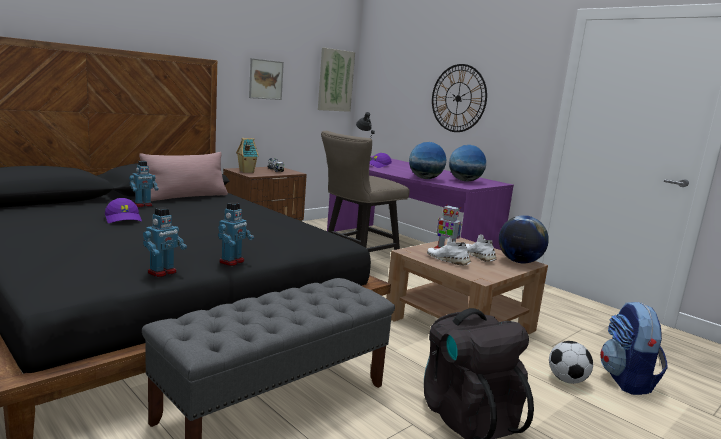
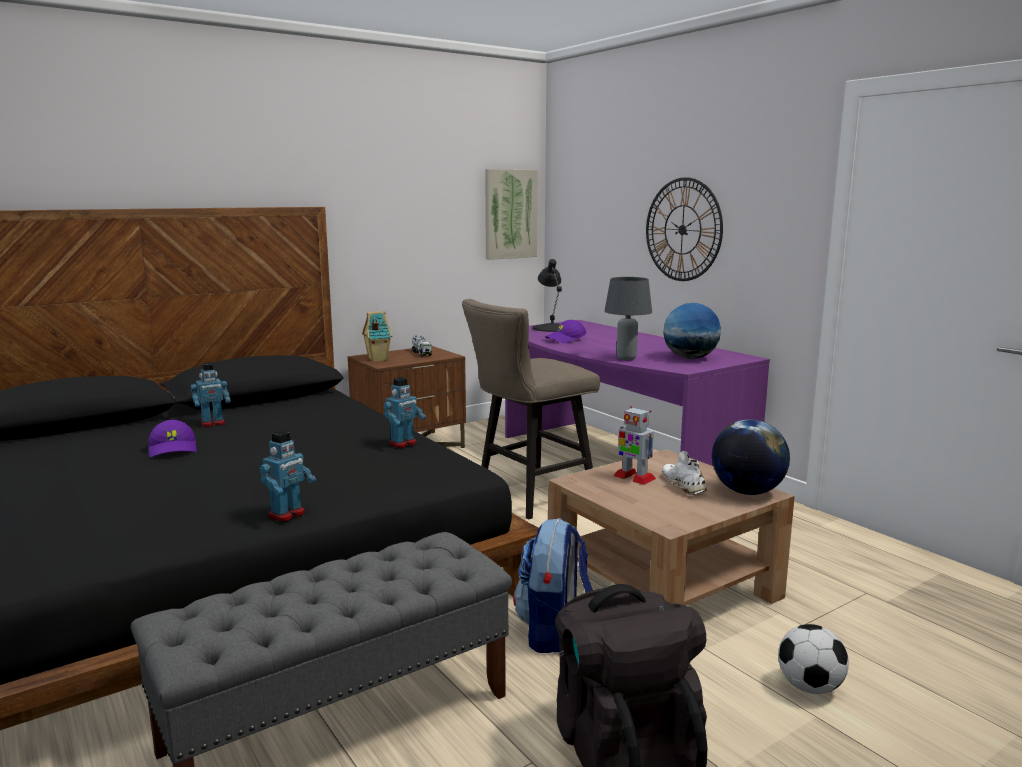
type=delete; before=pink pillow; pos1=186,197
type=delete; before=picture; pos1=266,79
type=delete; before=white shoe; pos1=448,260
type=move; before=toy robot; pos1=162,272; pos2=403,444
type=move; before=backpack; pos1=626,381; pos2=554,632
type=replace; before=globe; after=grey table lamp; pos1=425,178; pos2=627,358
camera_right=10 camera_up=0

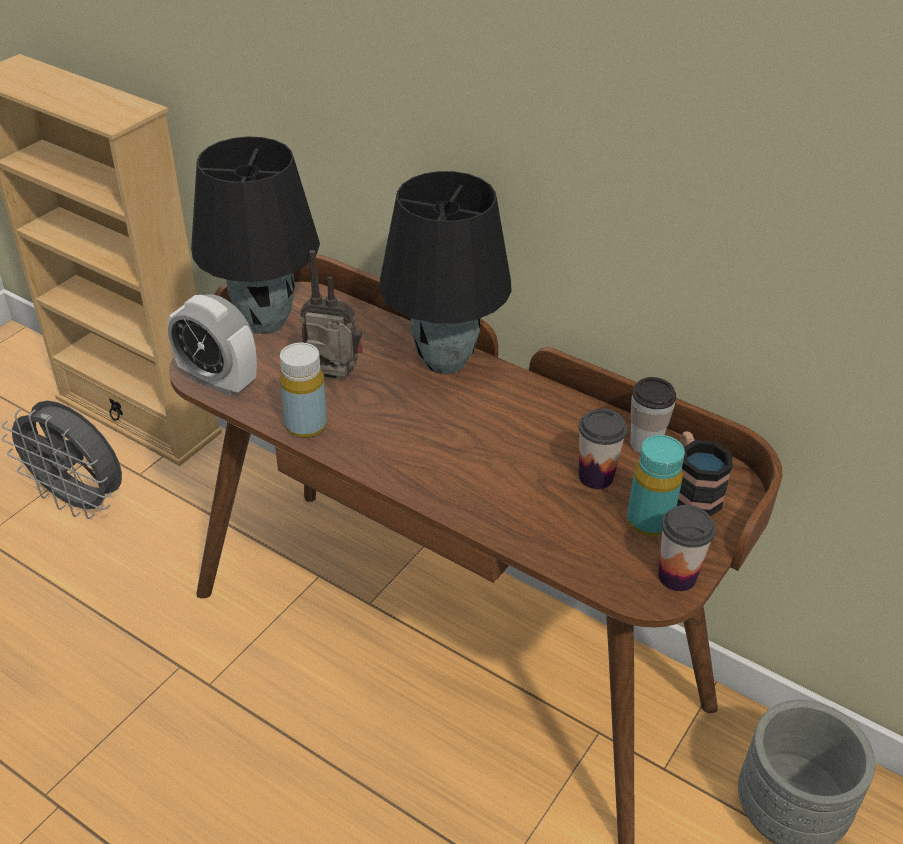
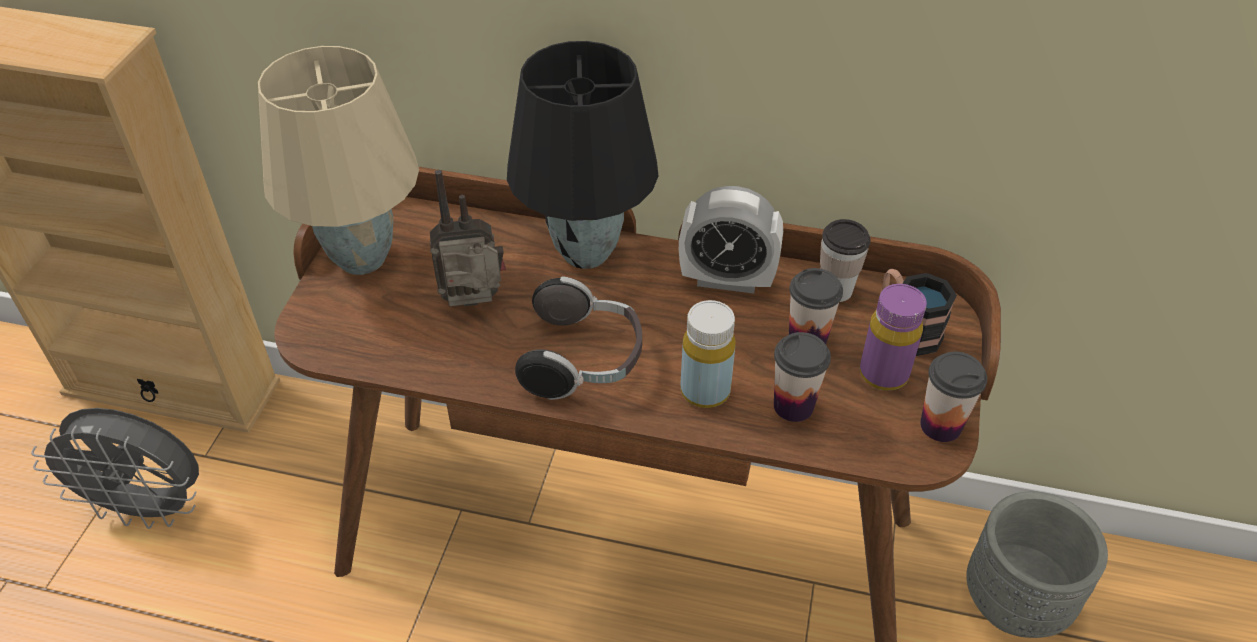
type=insert; after=headphones; pos2=583,360
type=insert; after=cup; pos2=793,406
type=move; before=alarm clock; pos1=218,380; pos2=727,279
type=move; before=yellow bottle; pos1=306,425; pos2=705,391
type=recolor; before=black table lamp; after=beige table lamp; pos1=265,321; pos2=362,258
type=recolor; before=turquoise bottle; after=purple bottle; pos1=649,521; pos2=883,374
camera_right=-20 camera_up=5

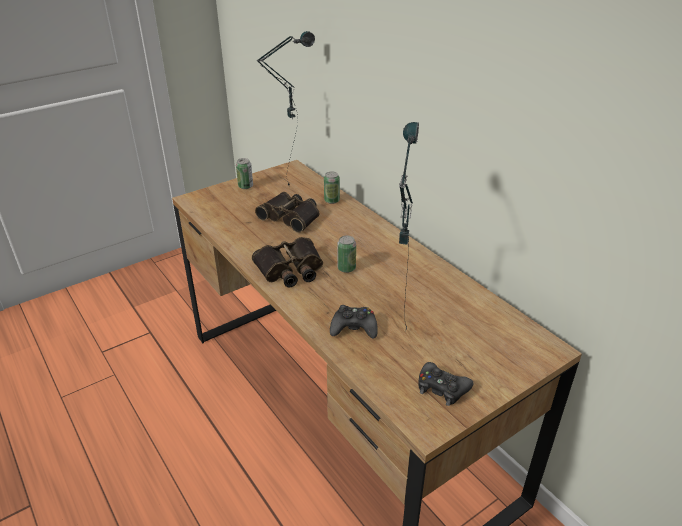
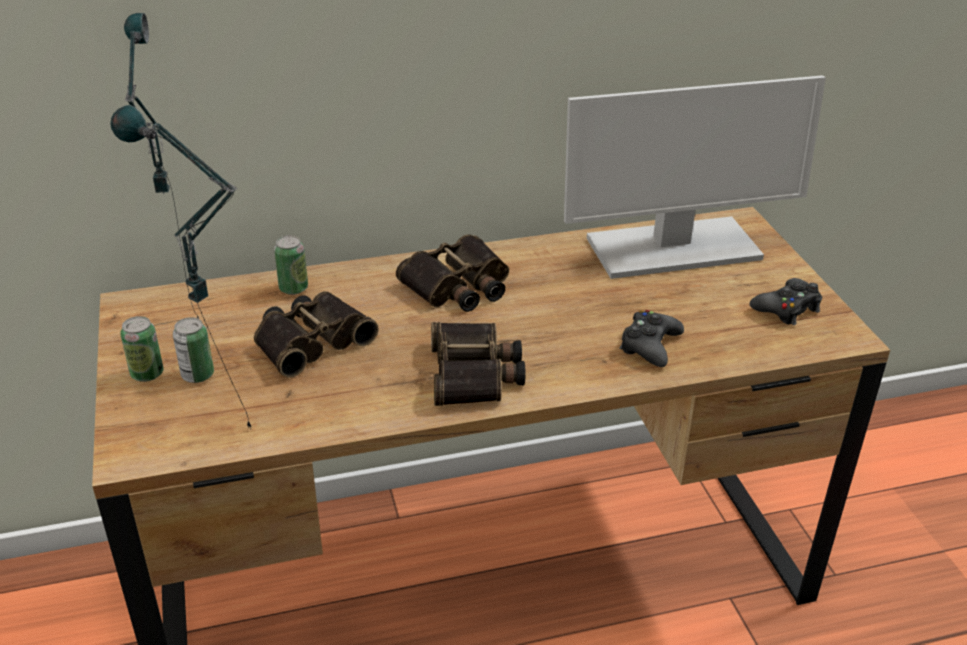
type=insert; after=binoculars; pos2=459,286
type=insert; after=monitor; pos2=672,250
type=move; before=can; pos1=346,268; pos2=197,375
type=move; before=table lamp; pos1=397,322; pos2=225,431
camera_right=-70 camera_up=0

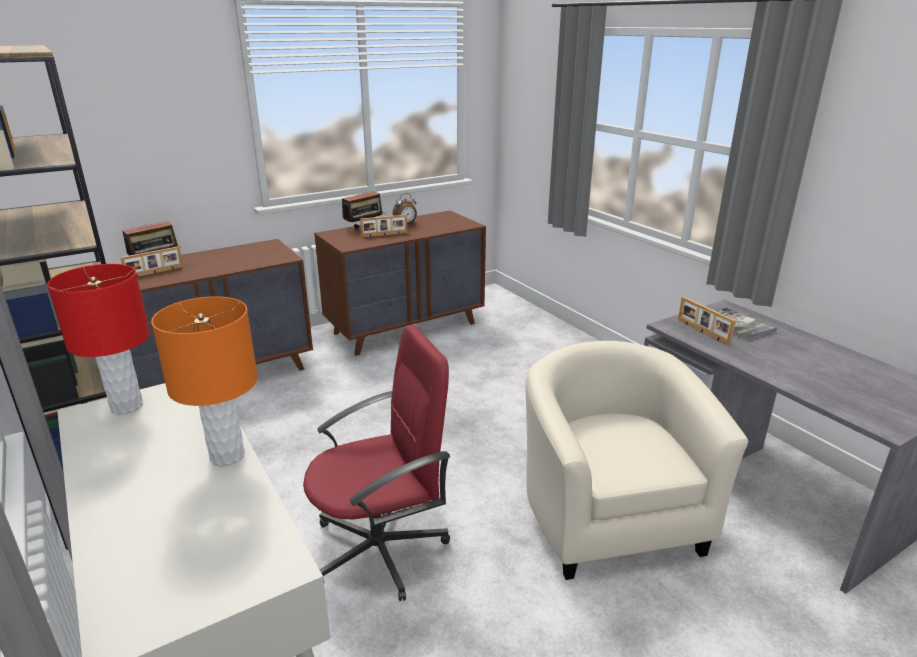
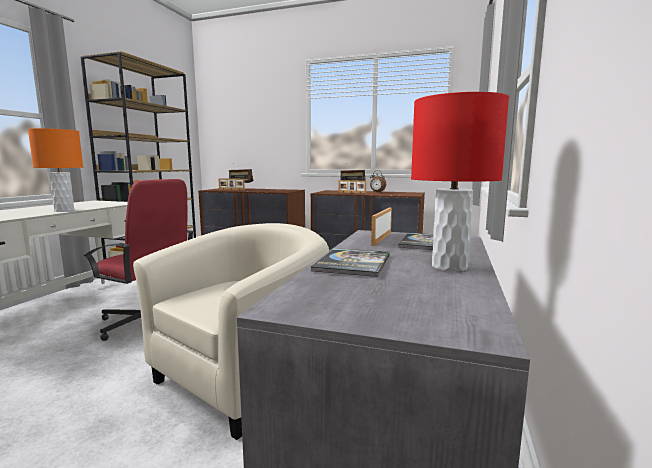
type=insert; after=book; pos2=353,263
type=move; before=red table lamp; pos1=127,406; pos2=450,267
camera_right=50 camera_up=-15

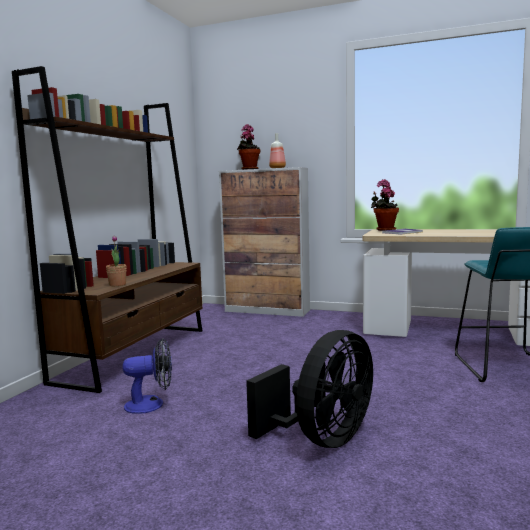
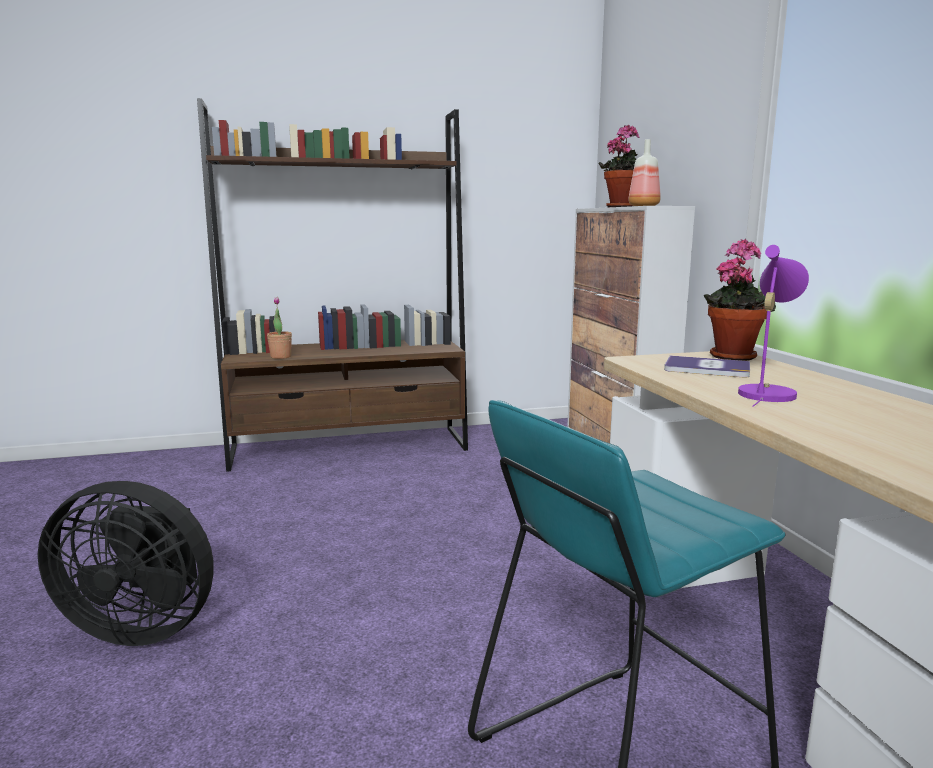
type=delete; before=fan; pos1=151,404
type=insert; after=purple table lamp; pos2=766,393
camera_right=55 camera_up=5

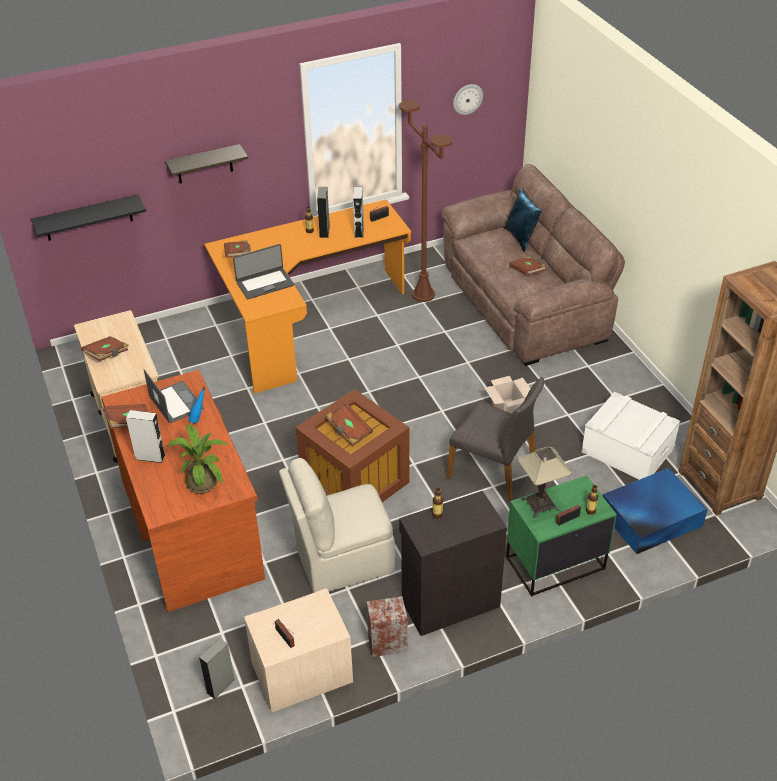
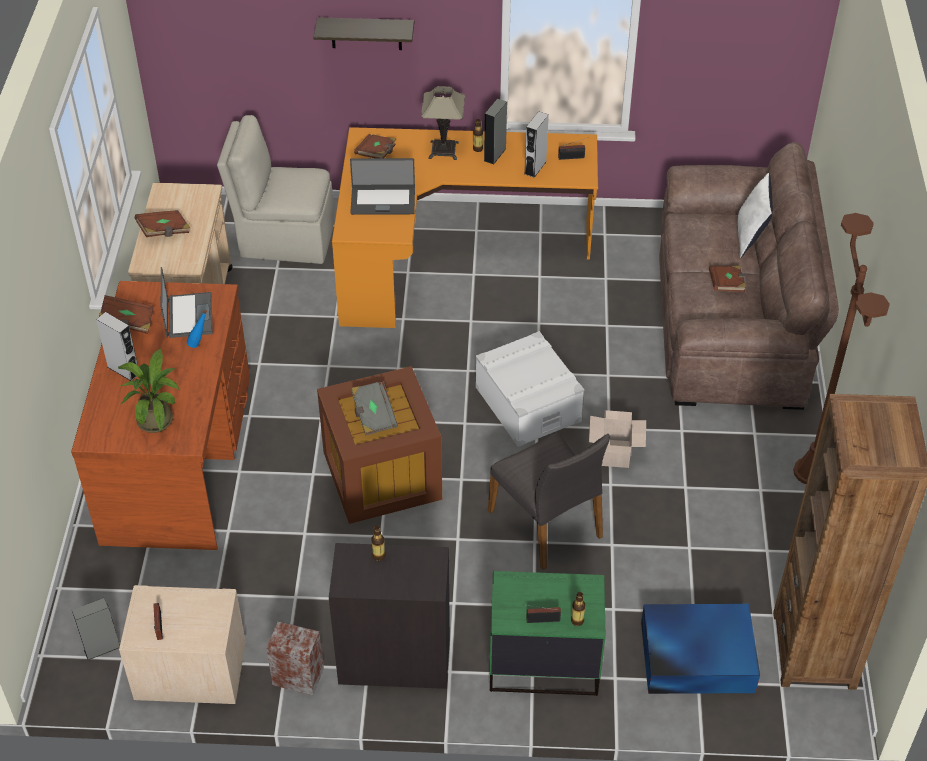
type=delete; before=black shelf; pos1=88,218
type=delete; before=wall clock; pos1=467,99
type=move; before=beige chair; pos1=342,560; pos2=284,239
type=move; before=brown floor lamp; pos1=423,294; pos2=810,472
type=move; before=table lamp; pos1=539,504; pos2=443,150
type=move; before=white storage box; pos1=627,450; pos2=527,404
type=recolor; before=brown book; after=grey book; pos1=349,431; pos2=373,415
type=recolor; before=blue pillow; after=white pillow; pos1=521,238; pos2=750,237
camera_right=25 camera_up=5

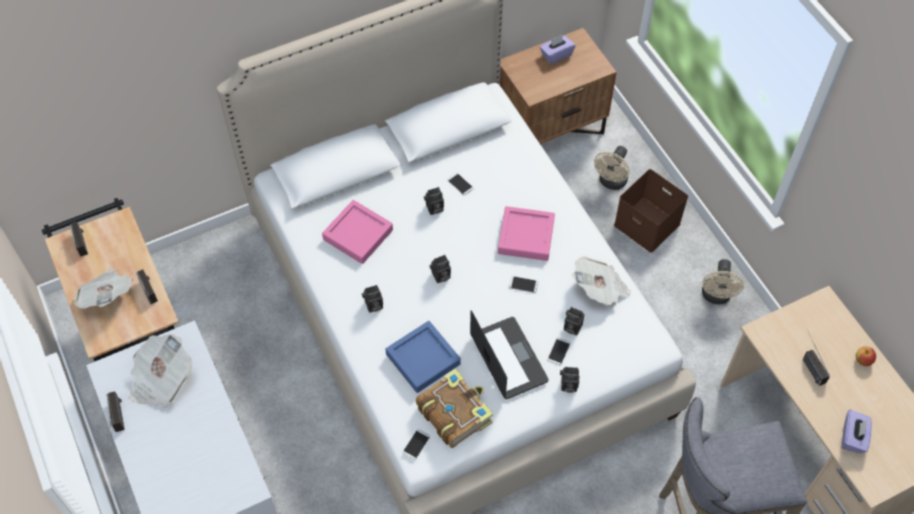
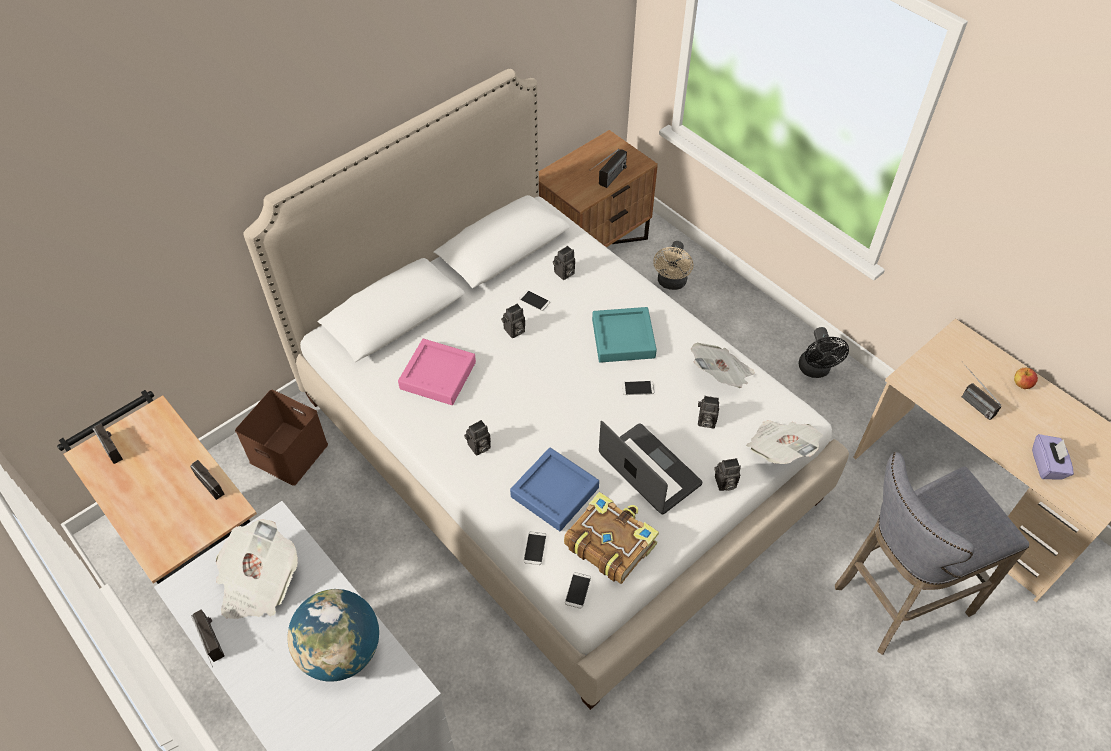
type=delete; before=purple tissue box; pos1=556,55
type=insert; after=globe; pos2=341,651
type=insert; after=radio; pos2=608,182
type=move; before=newspaper; pos1=107,296; pos2=780,450
type=move; before=photo camera; pos1=440,276; pos2=564,274
type=move; before=phone; pos1=558,351; pos2=535,548
type=move; before=brown storage box; pos1=648,224; pos2=291,452
type=recolor; before=pink tray; after=turquoise tray; pos1=526,236; pos2=623,338
type=recolor; before=beige fan; after=black fan; pos1=716,296; pos2=815,370
camera_right=-15 camera_up=-5

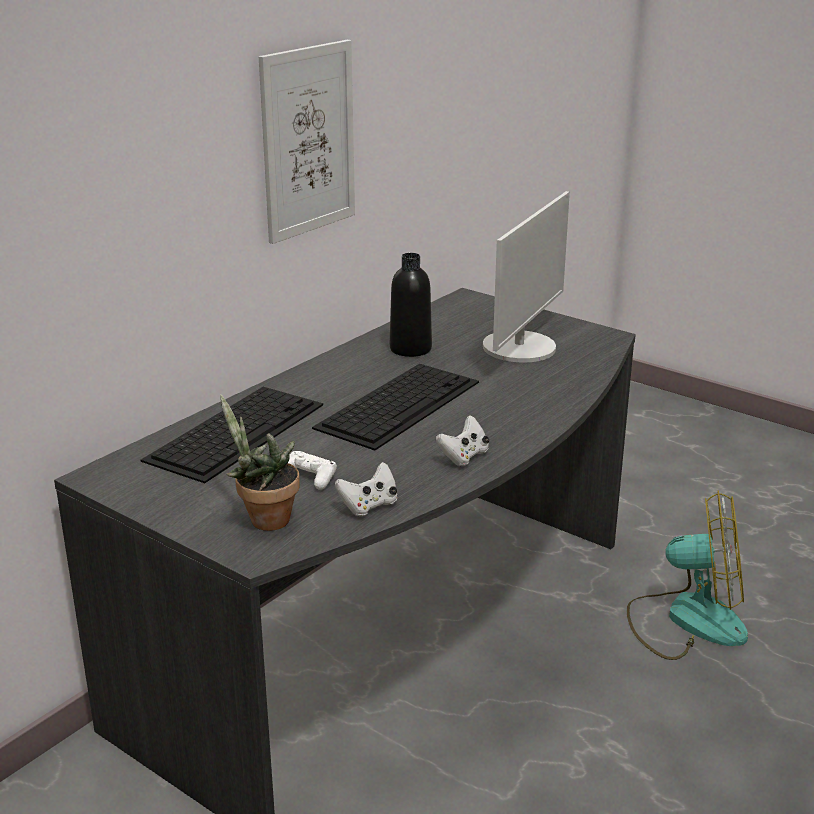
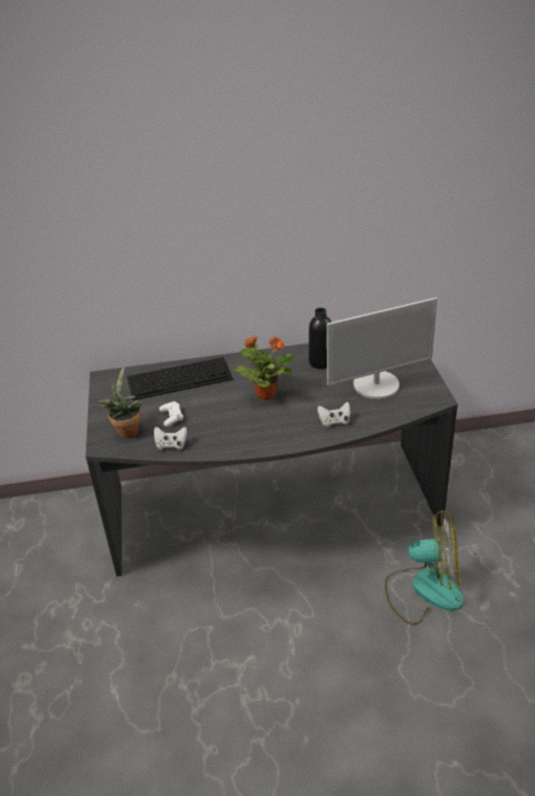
type=delete; before=picture; pos1=308,140
type=move; before=white game controller; pos1=464,456; pos2=334,422
type=replace; before=keyboard; after=potted plant; pos1=399,403; pos2=265,394
type=rotate; before=fan; pos1=687,620; pos2=424,589; turn=-45
camera_right=45 camera_up=10

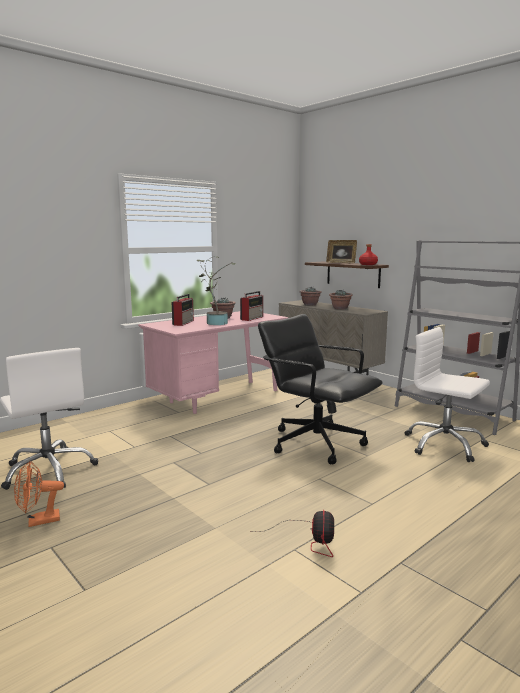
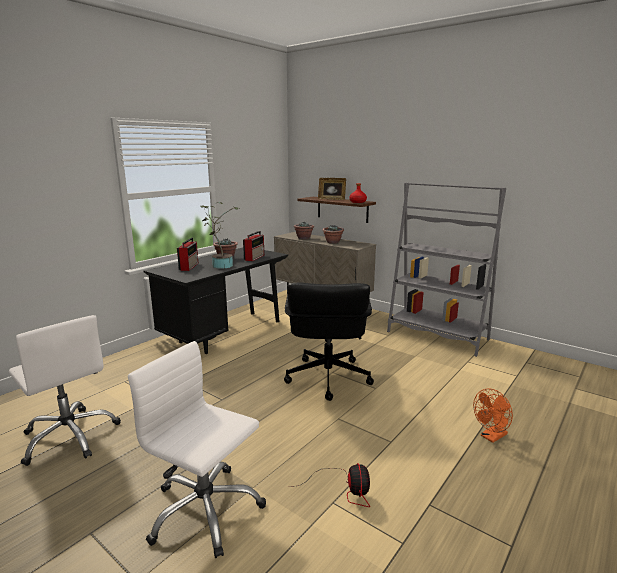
type=move; before=orange fan; pos1=38,521; pos2=491,437
type=move; before=white office chair; pos1=444,445; pos2=205,510
type=recolor; before=pink desk; after=black desk; pos1=217,398; pos2=225,334
type=rotate; before=black office chair; pos1=316,443; pos2=327,378; turn=-120
camera_right=-10 camera_up=5

